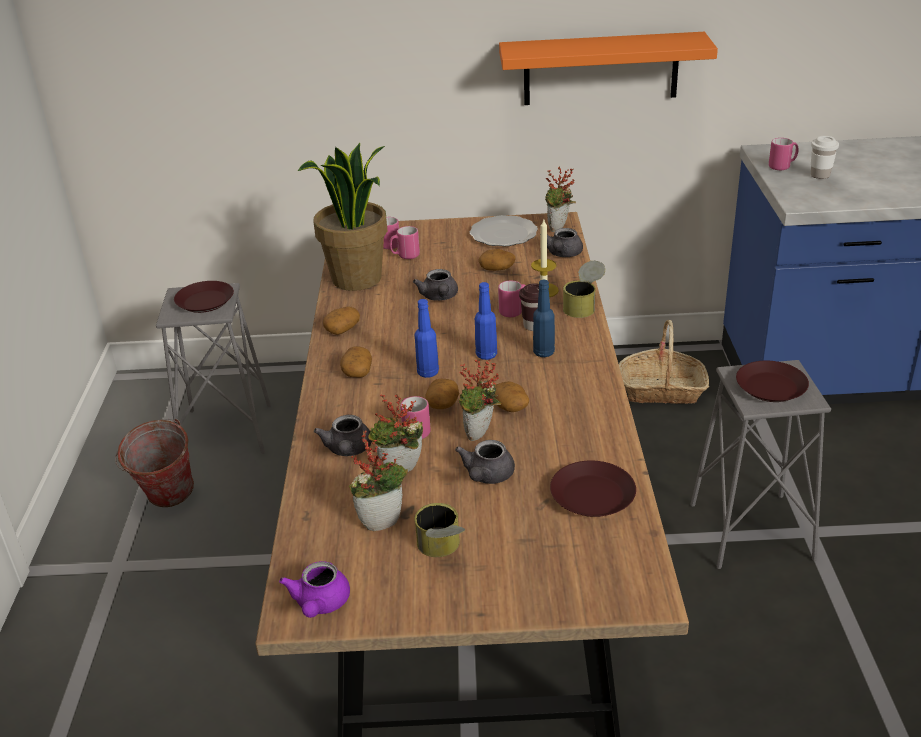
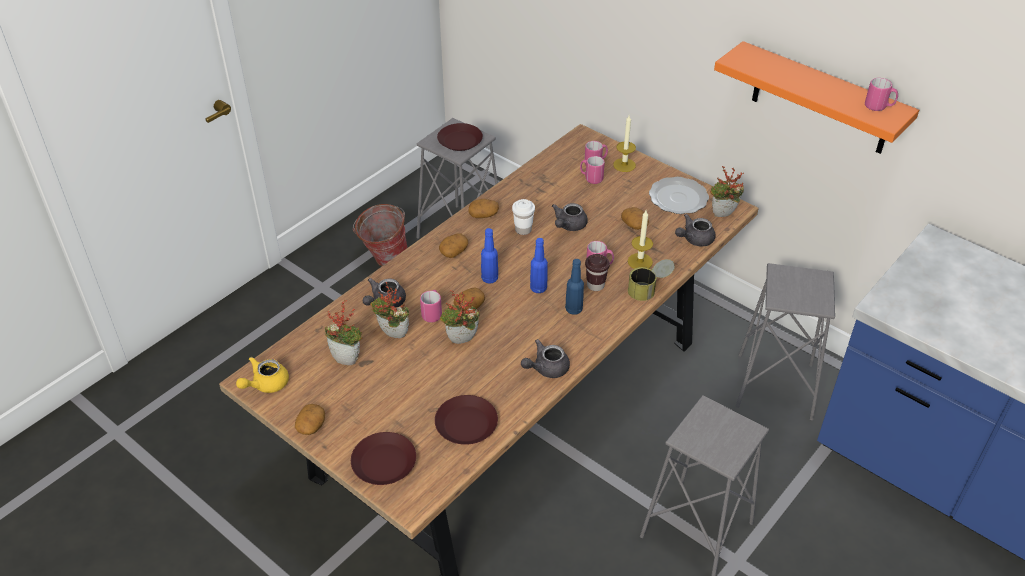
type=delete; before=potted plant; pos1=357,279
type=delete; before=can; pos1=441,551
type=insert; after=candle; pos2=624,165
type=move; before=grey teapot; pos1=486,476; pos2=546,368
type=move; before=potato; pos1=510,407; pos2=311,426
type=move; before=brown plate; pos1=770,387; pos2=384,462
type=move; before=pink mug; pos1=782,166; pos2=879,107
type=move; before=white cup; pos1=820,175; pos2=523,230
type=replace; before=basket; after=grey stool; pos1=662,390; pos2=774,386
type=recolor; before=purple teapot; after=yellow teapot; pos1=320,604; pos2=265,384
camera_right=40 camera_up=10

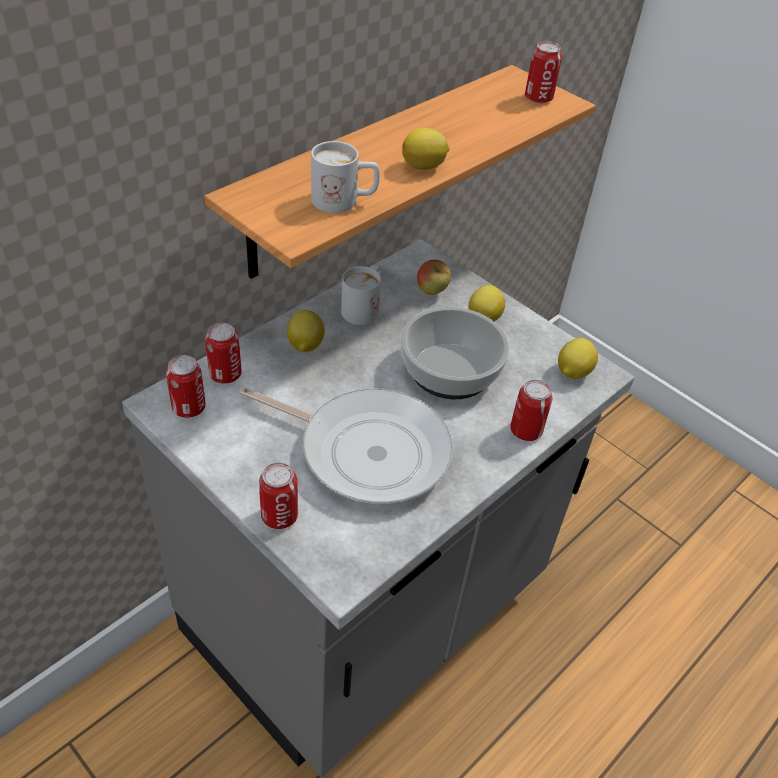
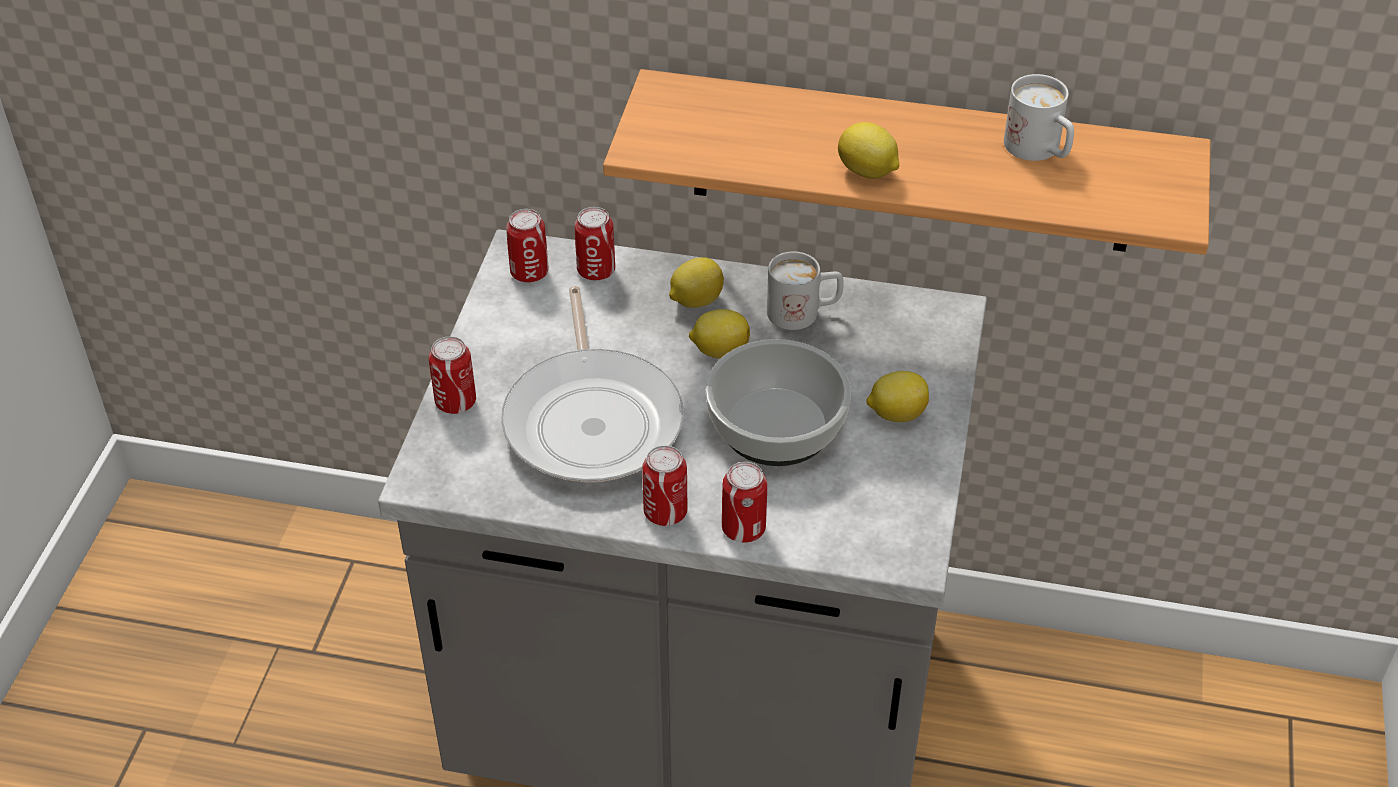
type=delete; before=apple; pos1=432,292
type=move; before=white mug; pos1=344,201; pos2=1039,151
type=move; before=can; pos1=538,98; pos2=665,512
type=move; before=lemon; pos1=572,372; pos2=719,351
camera_right=60 camera_up=0

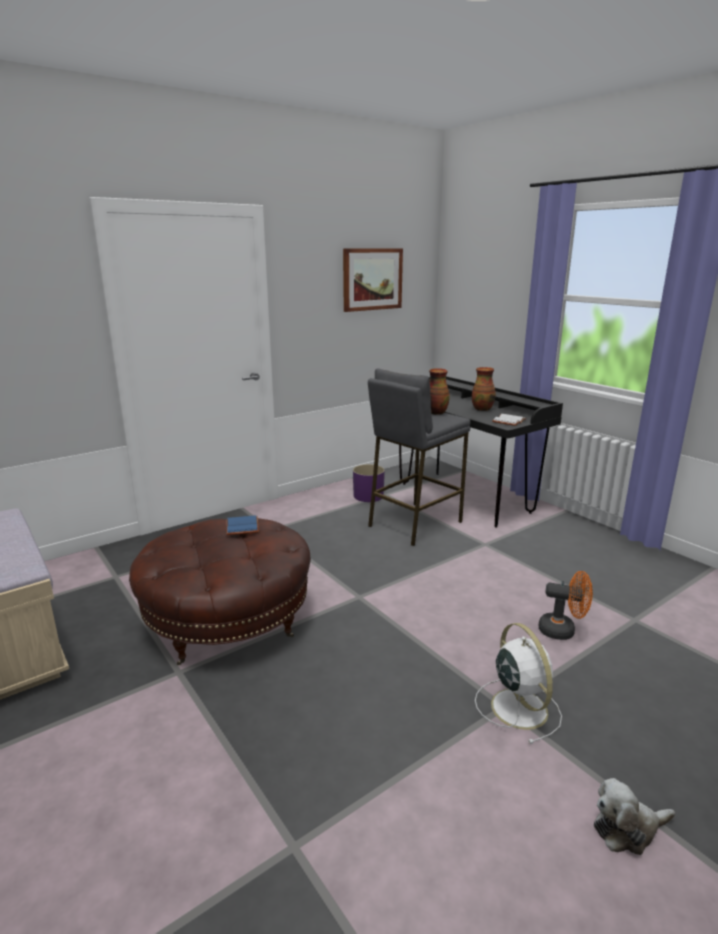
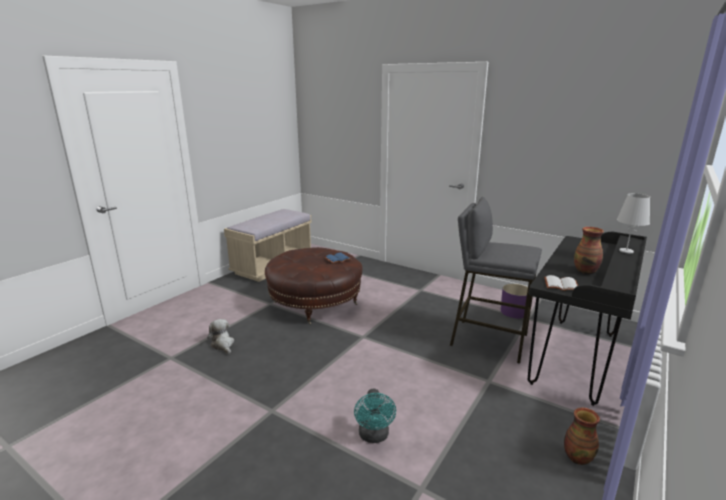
type=delete; before=picture; pos1=372,279
type=delete; before=white fan; pos1=517,706
type=insert; after=white table lamp; pos2=626,251
type=move; before=vase; pos1=435,412; pos2=577,457
type=move; before=plush toy; pos1=627,829; pos2=223,345
type=recolor; before=orange fan; after=turquoise fan; pos1=562,631; pos2=374,436
camera_right=70 camera_up=0

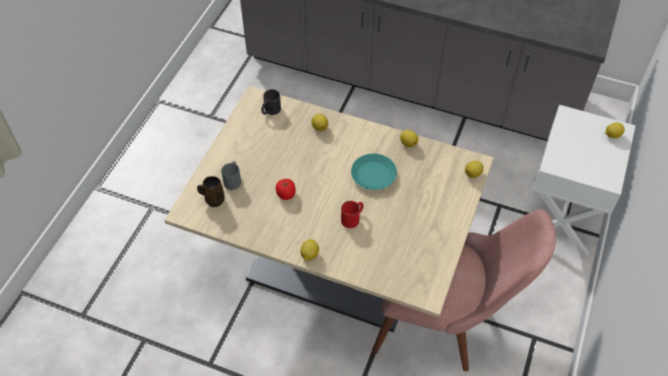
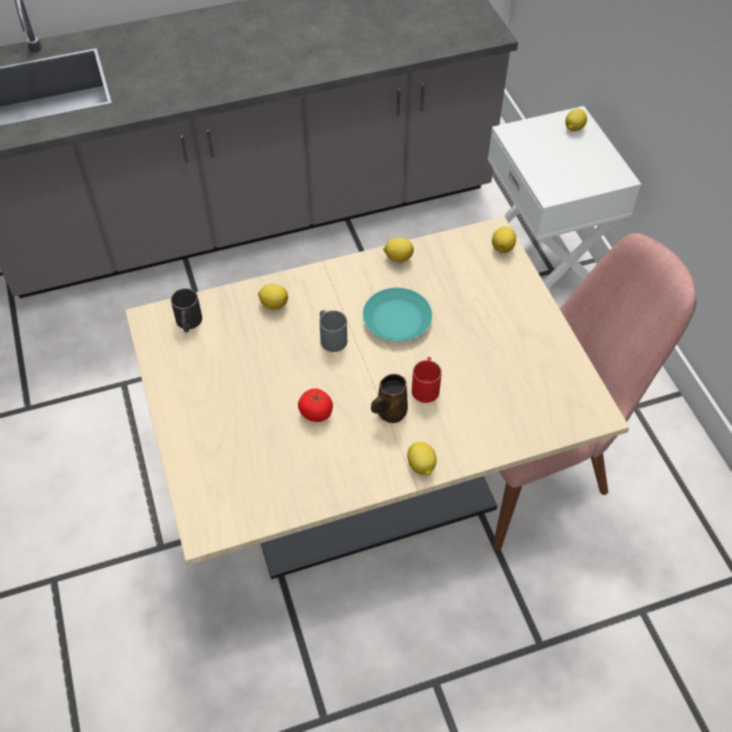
type=move; before=brown mug; pos1=213,200; pos2=390,412
type=move; before=grey mug; pos1=233,179; pos2=331,337
camera_right=-40 camera_up=0

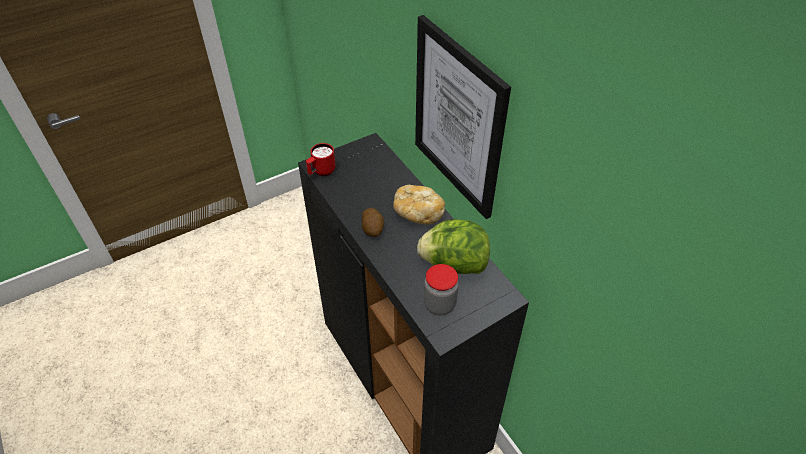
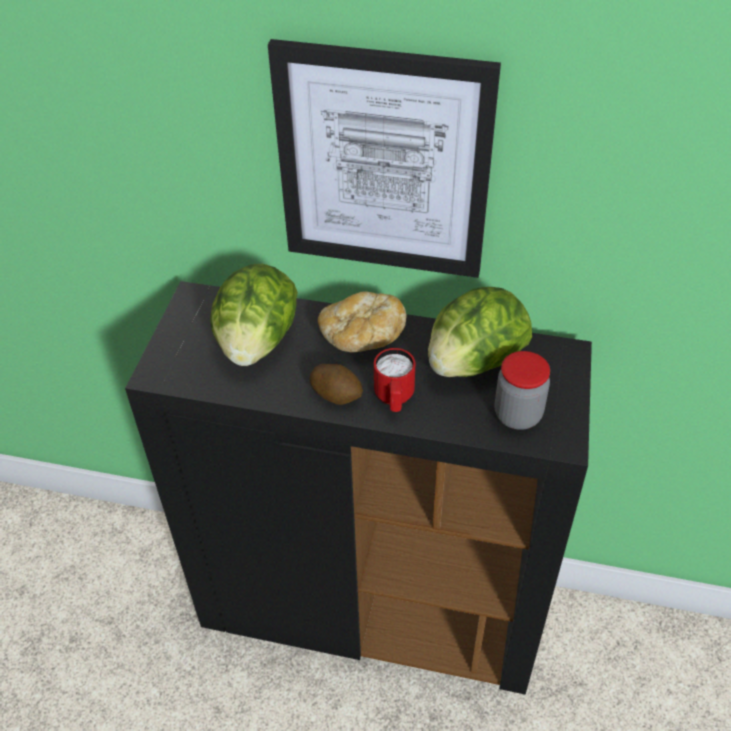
type=insert; after=lettuce; pos2=257,342
type=move; before=red mug; pos1=321,172; pos2=394,399
camera_right=-45 camera_up=0

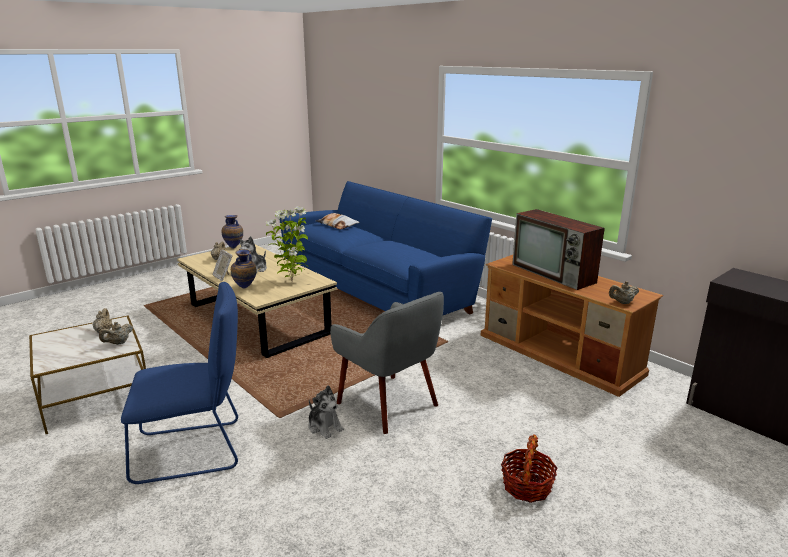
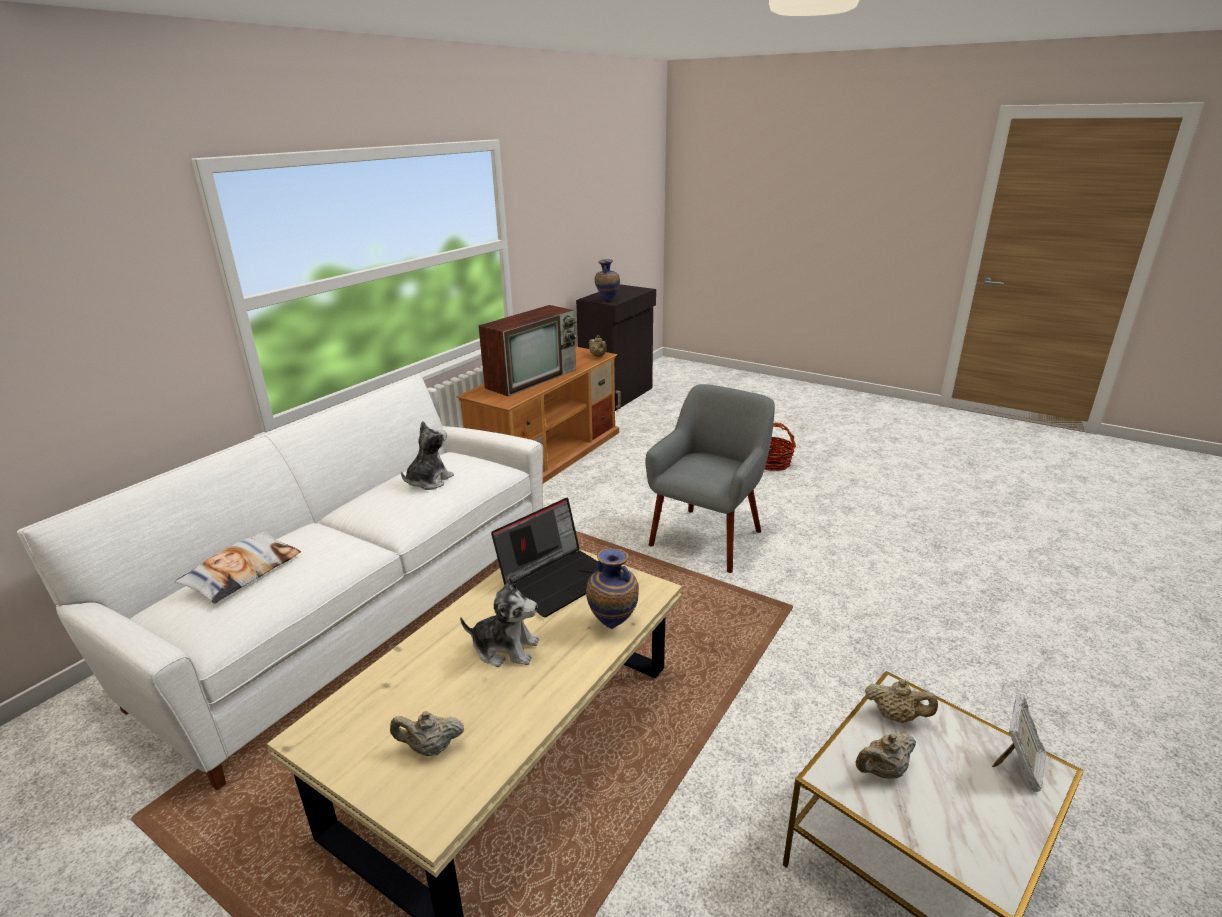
type=delete; before=blue chair; pos1=194,450
type=move; before=picture frame; pos1=223,277; pos2=1018,767
type=move; before=vase; pos1=234,247; pos2=607,300
type=move; before=plush toy; pos1=324,427; pos2=428,481
type=replace; before=potted plant; after=laptop; pos1=292,282; pos2=558,579
type=recolor; before=blue sofa; after=white sofa; pos1=378,291; pos2=354,611
camera_right=-105 camera_up=5

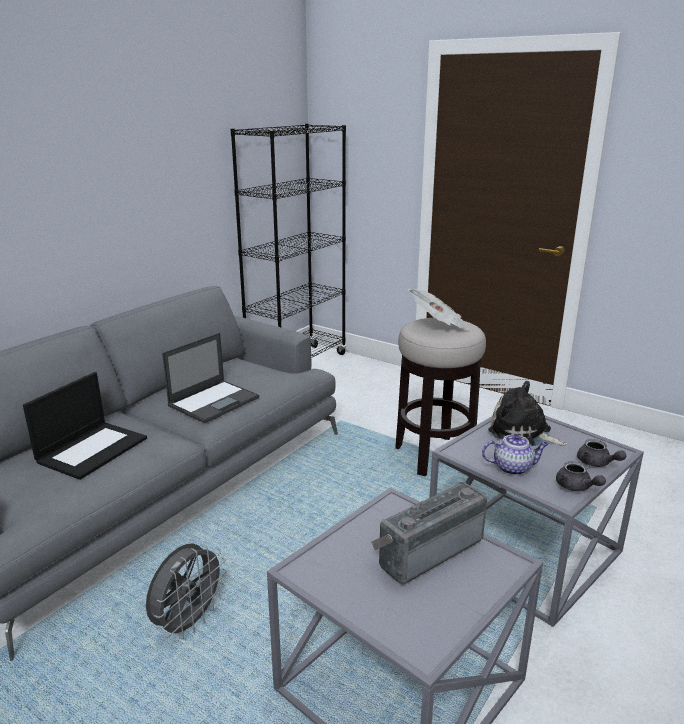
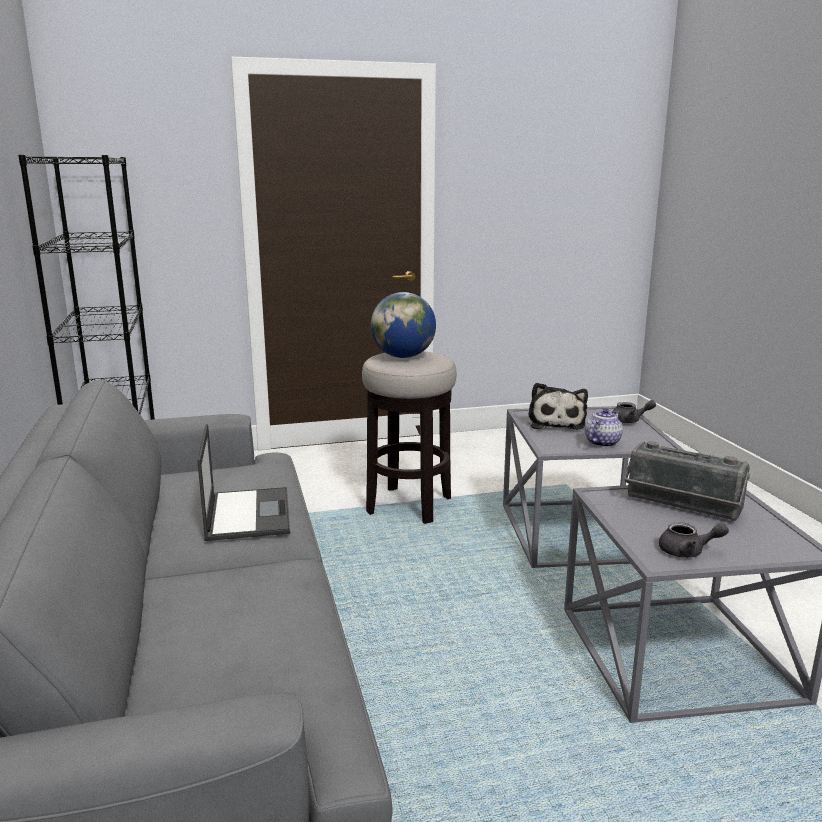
type=delete; before=laptop; pos1=92,449
type=delete; before=grey fan; pos1=188,623
type=move; before=grey teapot; pos1=576,487; pos2=687,552
type=replace; before=newspaper; after=globe; pos1=438,325; pos2=403,357
type=rotate; before=radio; pos1=427,550; pos2=681,506; turn=-60
type=rotate; before=plush toy; pos1=523,433; pos2=556,423; turn=-75
camera_right=-50 camera_up=-5

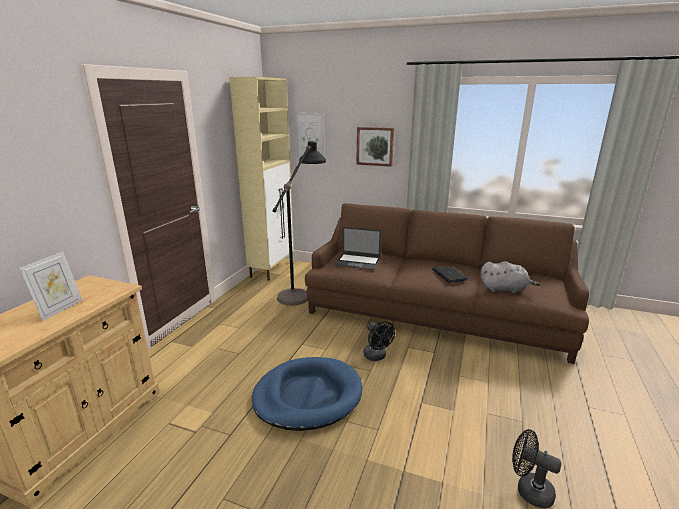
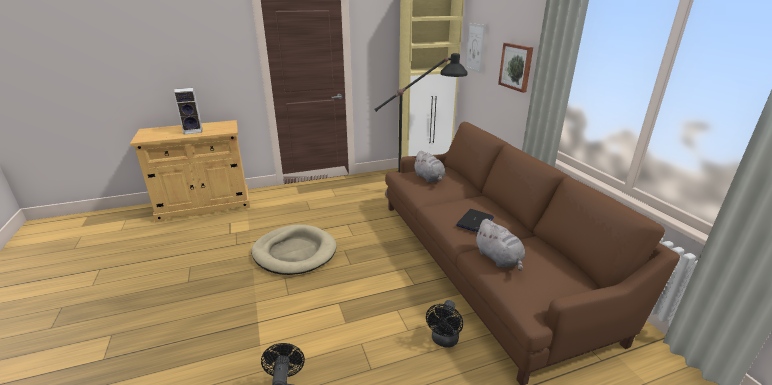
type=move; before=black fan; pos1=377,357; pos2=444,341
type=replace; before=picture frame; after=speaker; pos1=60,309; pos2=194,131
type=replace; before=laptop; after=grey plush toy; pos1=357,262; pos2=429,178
type=recolor; before=blue dog bed; after=beige dog bed; pos1=307,396; pos2=294,252
camera_right=50 camera_up=5

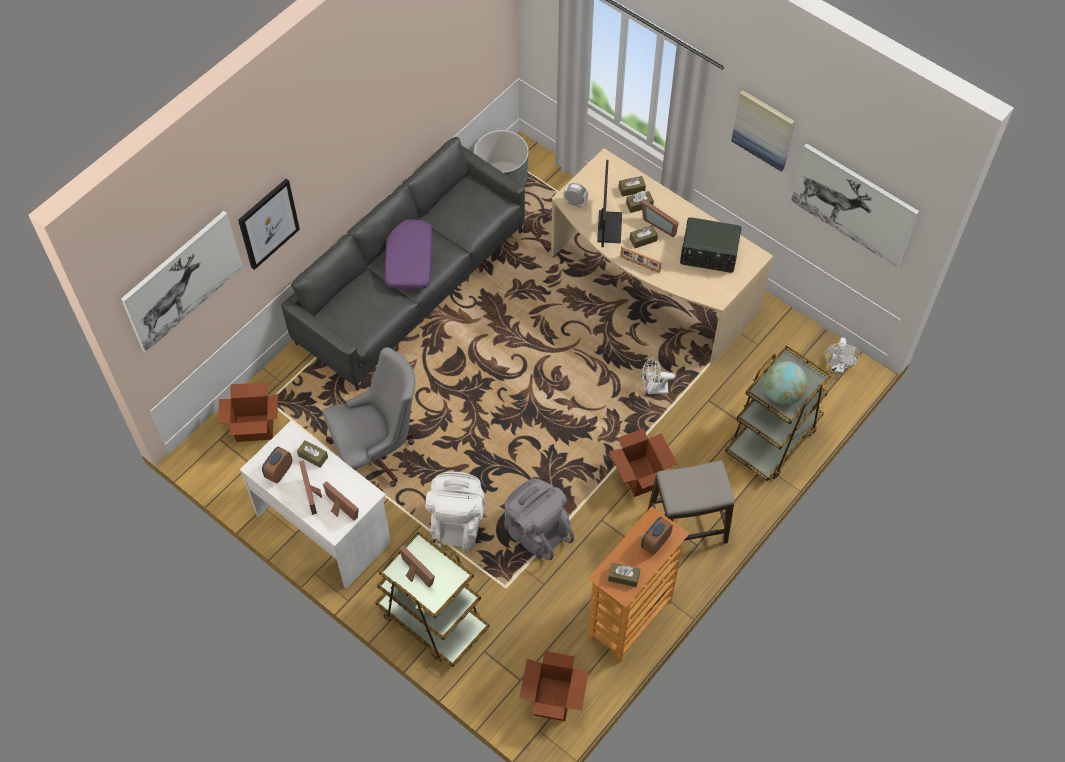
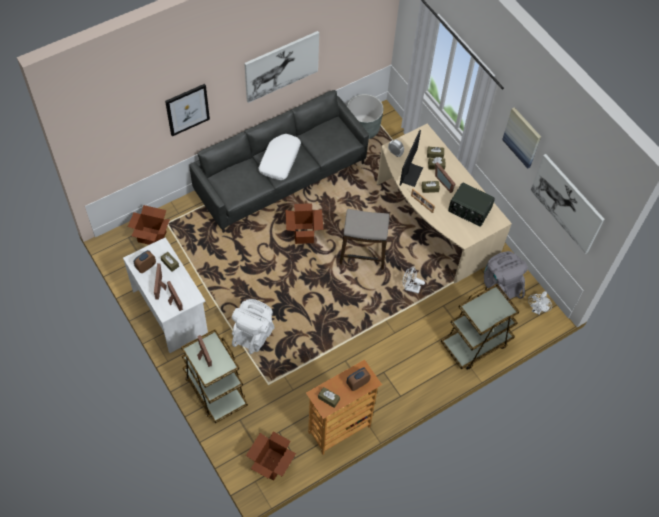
type=delete; before=grey office chair; pos1=377,453
type=delete; before=globe; pos1=782,393
type=move; before=picture; pos1=182,281; pos2=281,66
type=move; before=grey backpack; pos1=536,530; pos2=500,285
type=move; before=cardboard box; pos1=640,477; pos2=304,234
type=move; before=stool; pos1=687,527; pos2=363,254
type=recolor; before=purple pillow; after=white pillow; pos1=408,260; pos2=279,159
camera_right=15 camera_up=0

